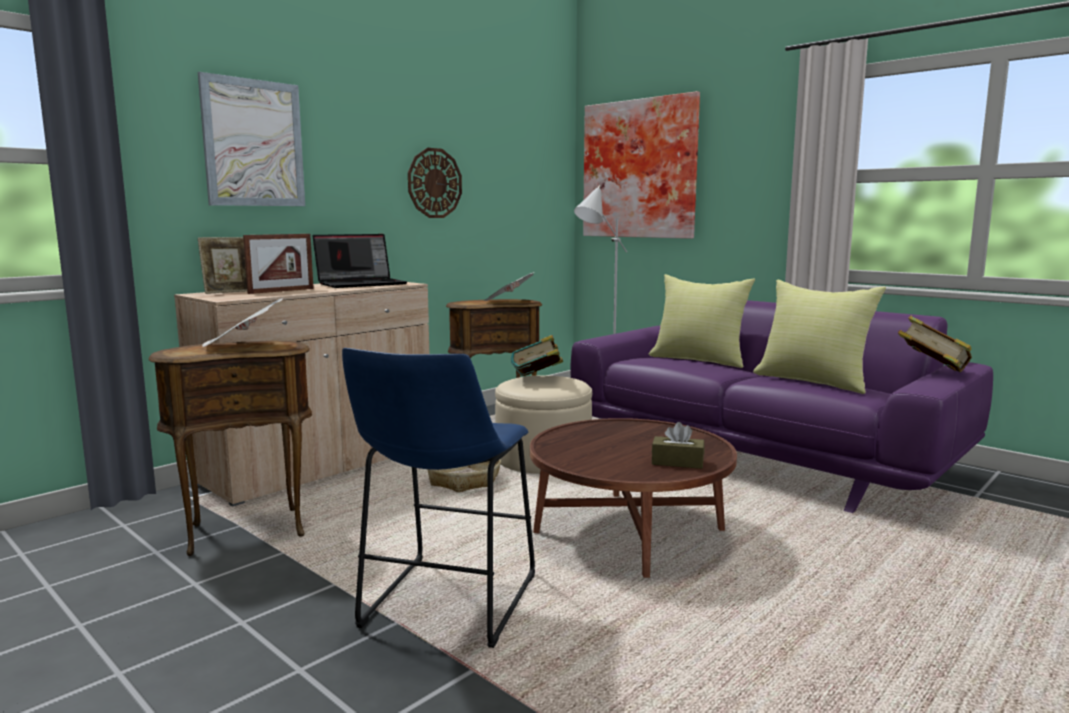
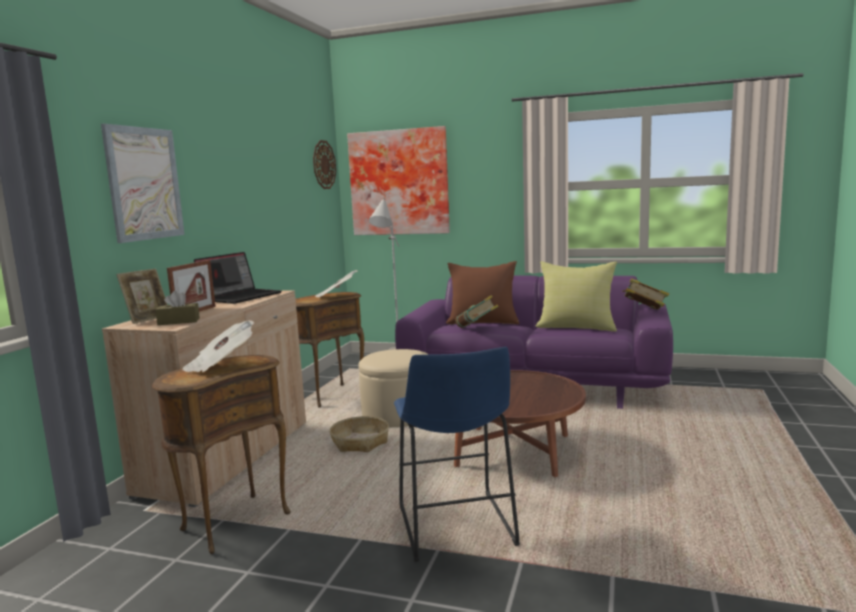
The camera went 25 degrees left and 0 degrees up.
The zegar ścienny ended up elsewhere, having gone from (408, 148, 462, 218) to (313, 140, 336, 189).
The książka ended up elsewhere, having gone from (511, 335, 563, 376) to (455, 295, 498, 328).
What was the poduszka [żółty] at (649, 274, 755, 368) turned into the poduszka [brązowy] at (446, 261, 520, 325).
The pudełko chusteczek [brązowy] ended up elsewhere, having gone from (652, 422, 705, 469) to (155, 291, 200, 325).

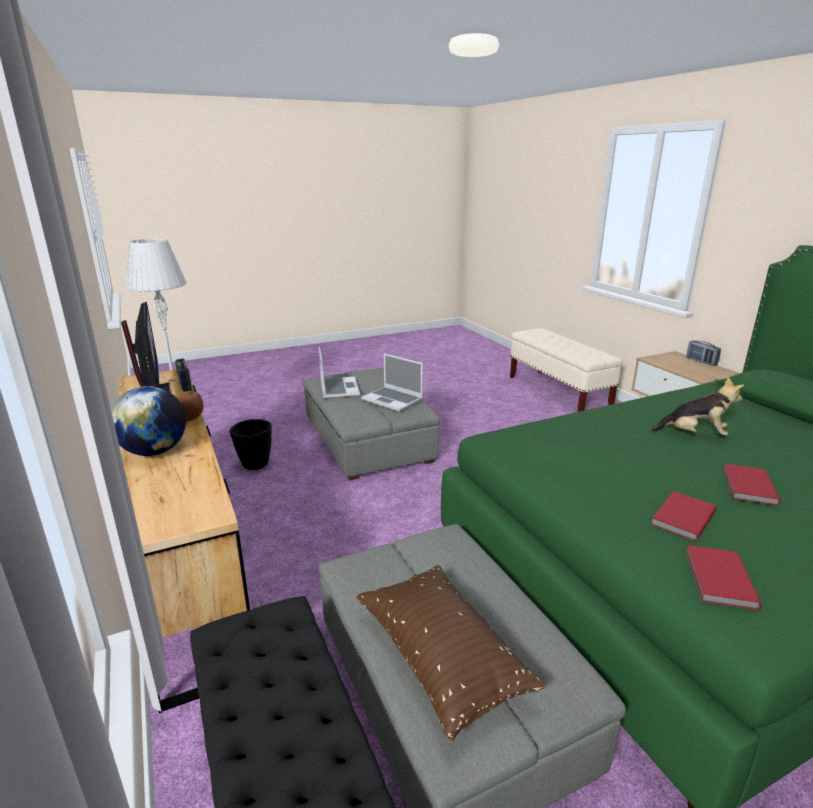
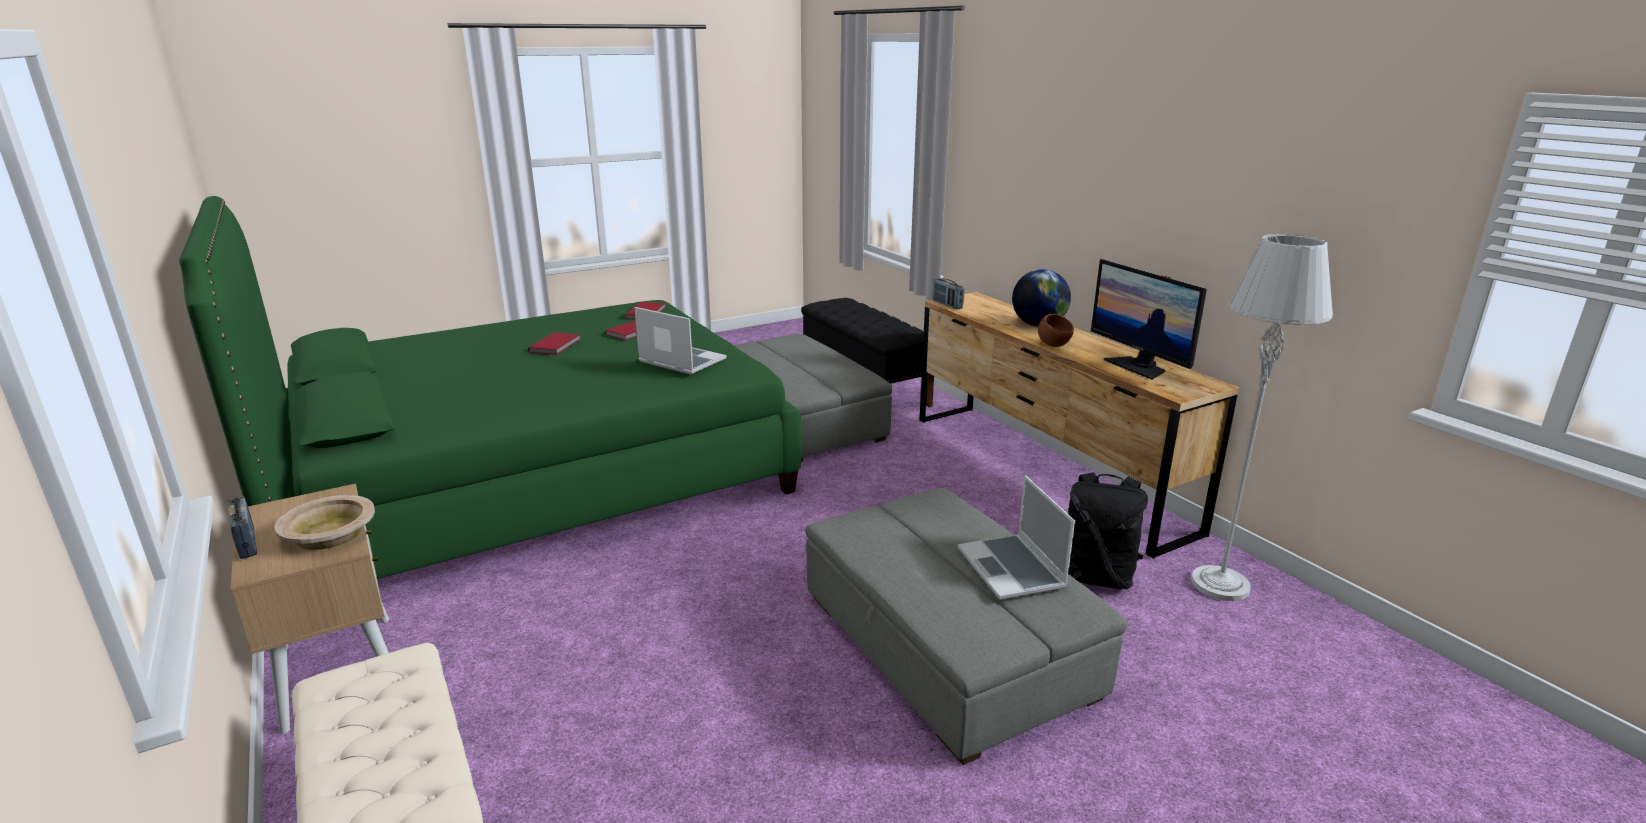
The camera went 175 degrees right and 0 degrees up.
The radio ended up elsewhere, having gone from (175, 358, 192, 392) to (933, 278, 964, 309).
Where the donica [czarny] stood at (230, 419, 272, 470), the plecak [czarny] came to stand at (1068, 472, 1148, 589).
The second view lost the poduszka [brązowy] at (357, 565, 546, 741).
The laptop ended up elsewhere, having gone from (361, 353, 423, 411) to (635, 307, 727, 375).
The second view lost the pluszak at (651, 377, 744, 435).
The second view gained the miska [beżowy] at (275, 495, 375, 550).

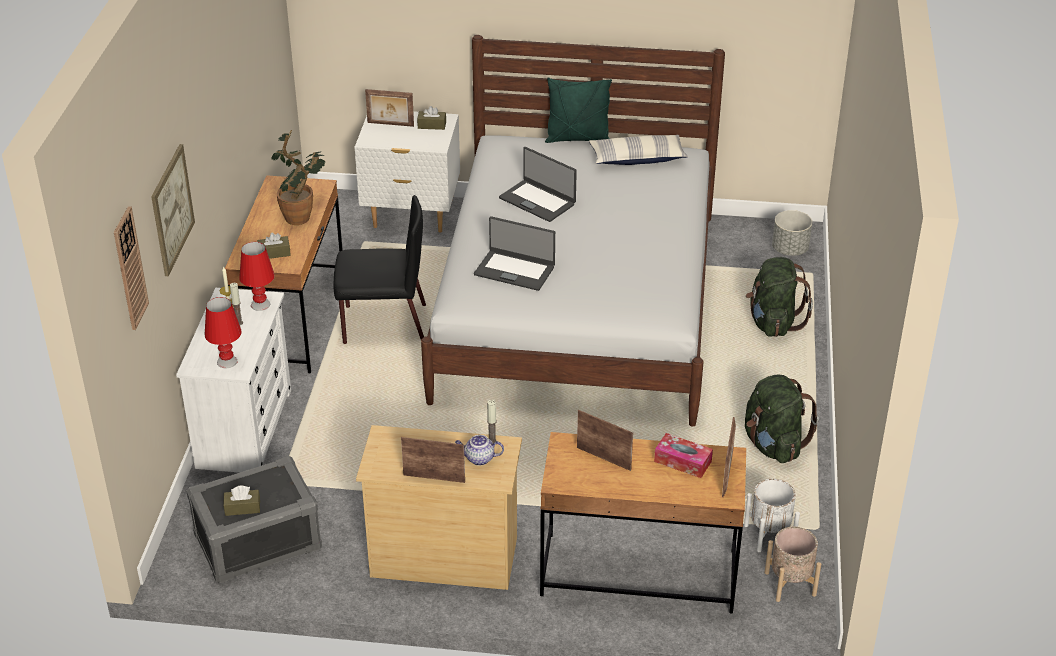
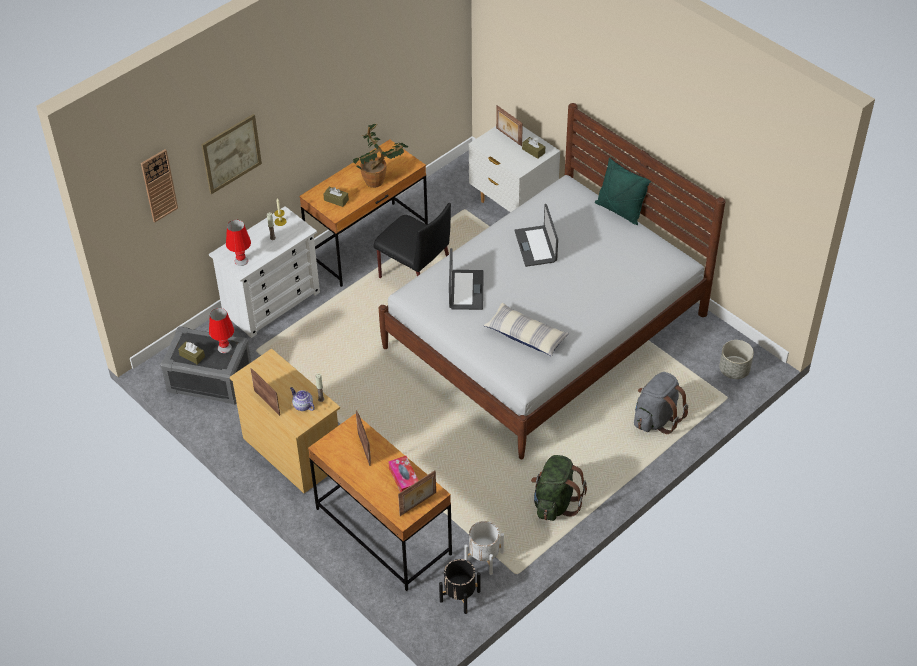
The camera went 40 degrees right and 10 degrees up.
The lampa stołowa [czerwony] ended up elsewhere, having gone from (239, 242, 275, 311) to (209, 308, 234, 353).
The laptop at (474, 216, 555, 291) ended up facing another way, 150 degrees counterclockwise from before.
The poduszka ended up elsewhere, having gone from (589, 135, 688, 165) to (483, 303, 569, 357).
What was the plecak [zielony] at (746, 257, 813, 337) turned into the plecak [szary] at (634, 372, 688, 434).
What was the donica [beżowy] at (765, 527, 821, 602) turned into the donica [czarny] at (439, 559, 480, 614).

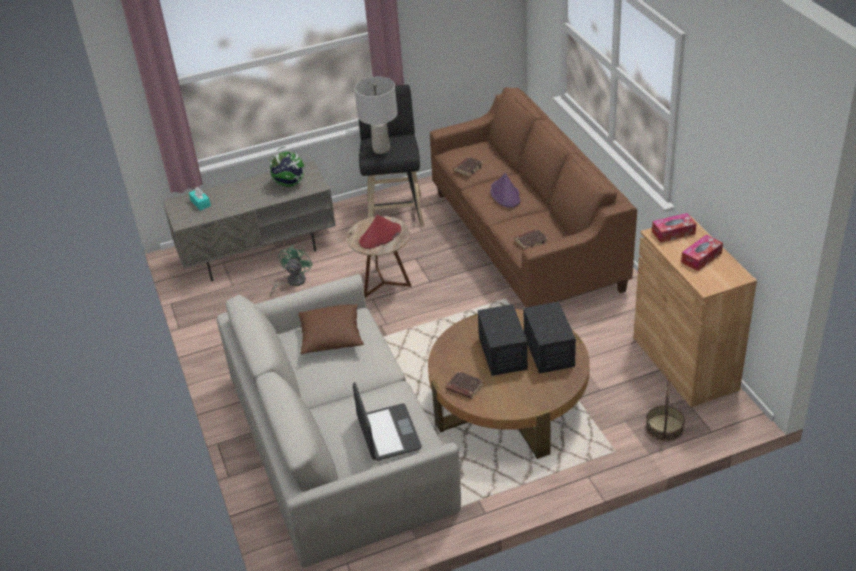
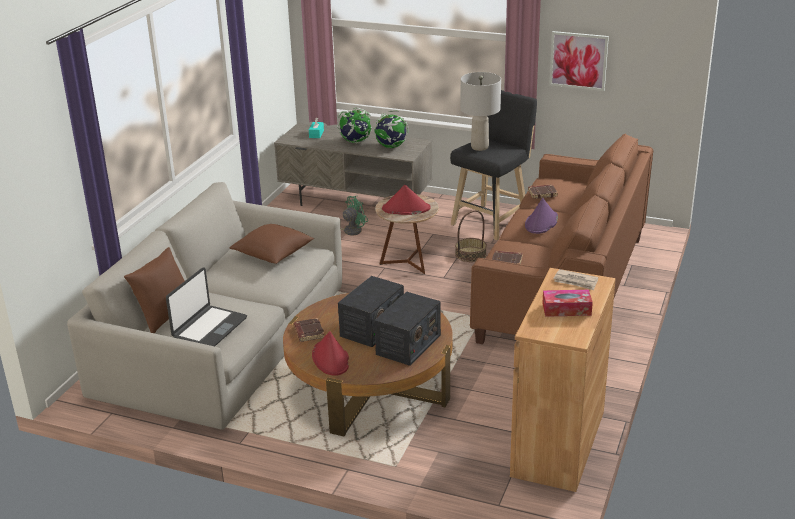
The camera went 40 degrees right and 10 degrees down.
The koszyk ended up elsewhere, having gone from (646, 380, 685, 442) to (455, 210, 487, 262).
Where the pudełko chusteczek stood at (652, 213, 696, 243), the gazeta came to stand at (553, 269, 598, 290).
The second view gained the poduszka [brązowy] at (124, 247, 184, 333).
The second view gained the kapelusz [czerwony] at (312, 331, 349, 376).
The second view gained the globus at (337, 108, 372, 143).
The second view gained the obraz at (549, 31, 609, 91).

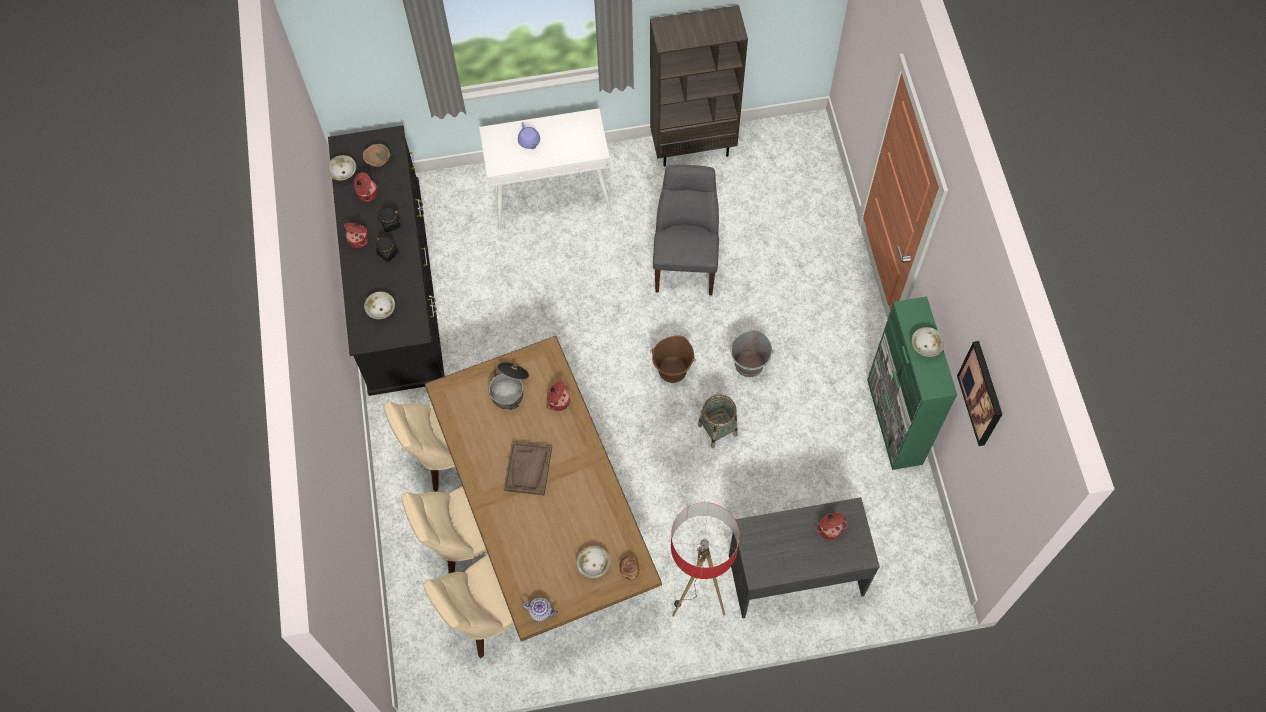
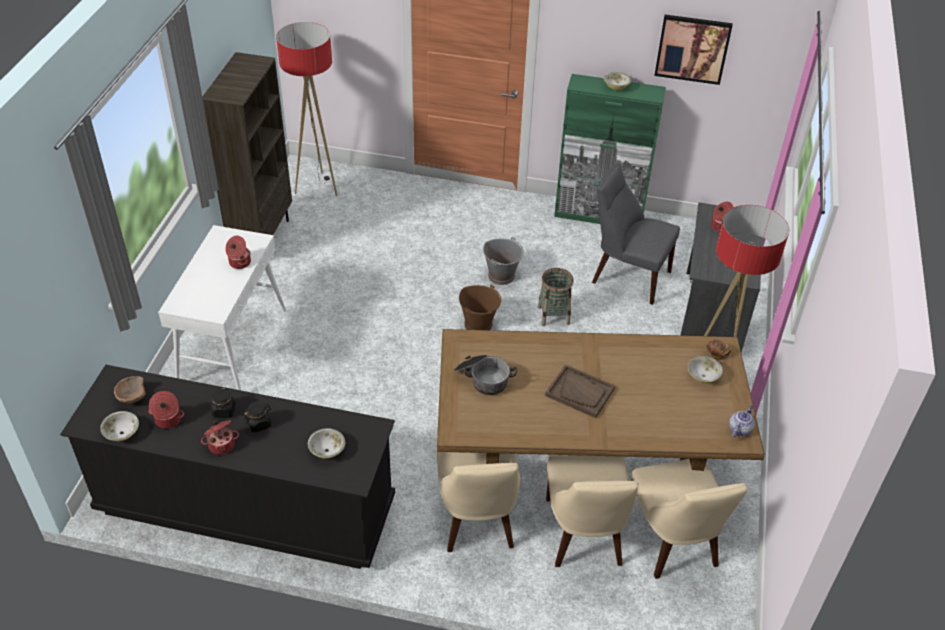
The camera went 70 degrees left and 20 degrees down.
The second view lost the imbryk [fioletowy] at (518, 122, 540, 149).
The garnek ended up elsewhere, having gone from (546, 381, 570, 411) to (225, 236, 251, 269).
The krzesło [szary] ended up elsewhere, having gone from (653, 165, 719, 295) to (592, 164, 680, 305).
The second view gained the lampa stojąca at (276, 22, 338, 196).

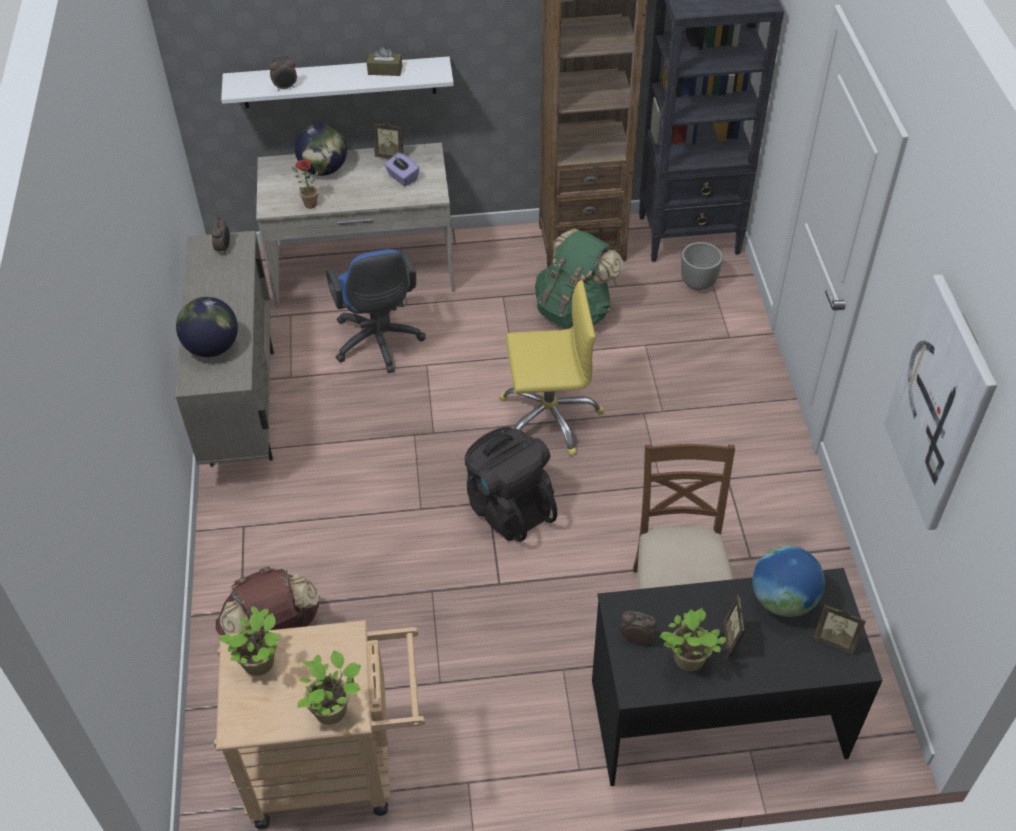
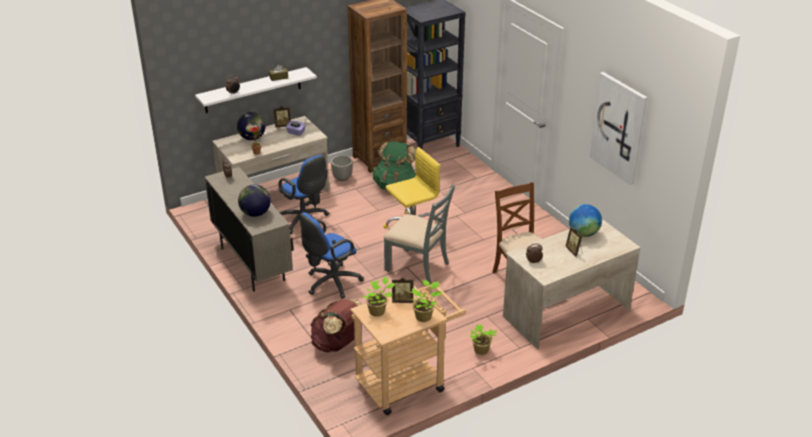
The camera went 25 degrees left and 15 degrees down.
Where the plecak [czarny] stood at (465, 427, 557, 542), the krzesło [szary] came to stand at (384, 184, 455, 285).
What was the biurko [czarny] at (592, 568, 883, 786) turned into the biurko [beżowy] at (503, 219, 640, 349).
The roślina doniczkowa ended up elsewhere, having gone from (660, 608, 726, 672) to (470, 324, 497, 355).
The donica ended up elsewhere, having gone from (681, 242, 723, 290) to (331, 156, 353, 181).
The ramka na zdjęcie ended up elsewhere, having gone from (813, 605, 866, 654) to (392, 277, 413, 303).
The second view gained the krzesło biurowe [niebieski] at (299, 212, 364, 299).

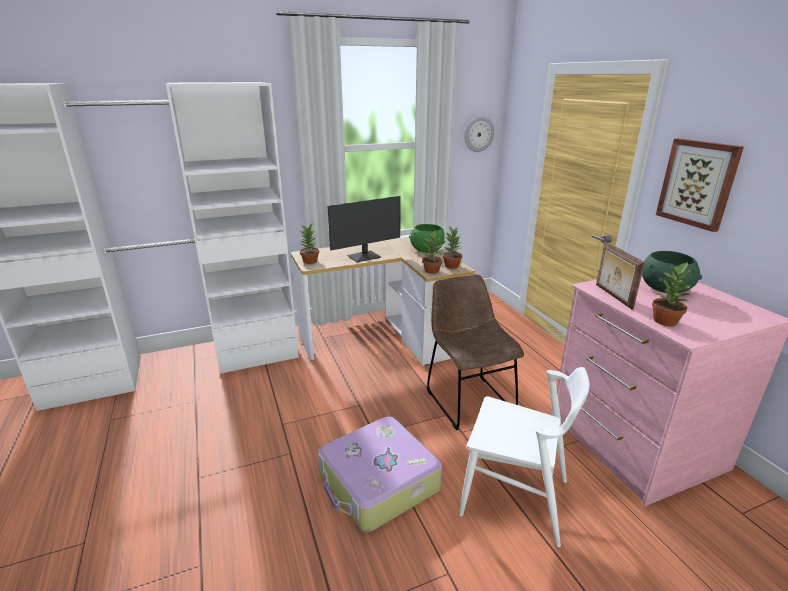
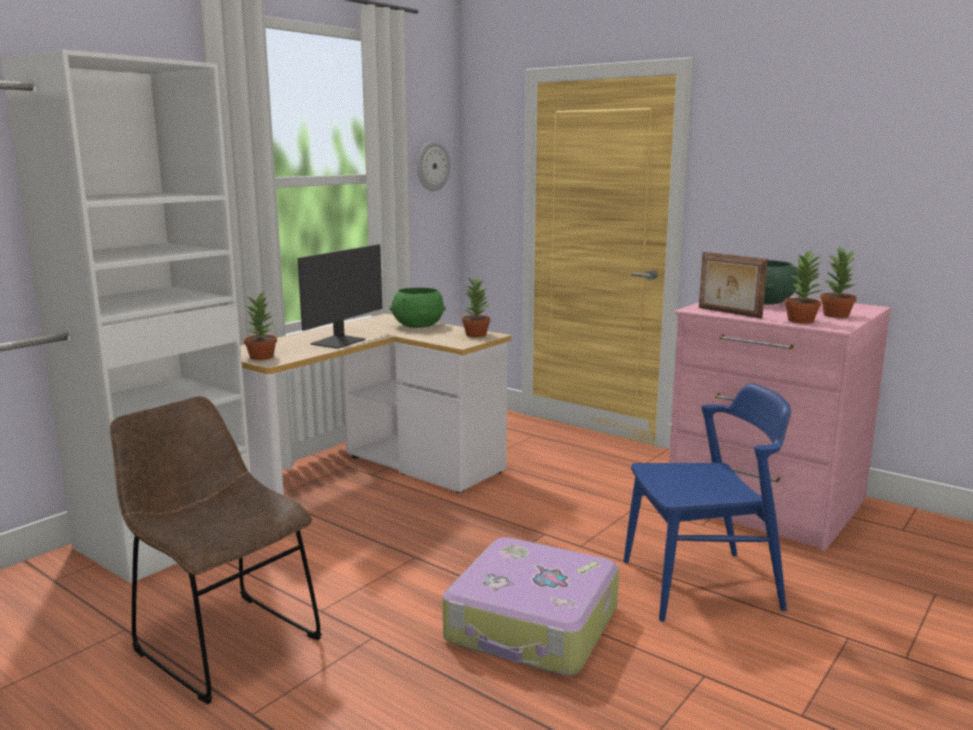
The camera went 30 degrees left and 10 degrees down.
The roślina doniczkowa ended up elsewhere, having gone from (422, 231, 443, 274) to (820, 247, 857, 318).
The krzesło [brązowy] ended up elsewhere, having gone from (427, 274, 524, 430) to (110, 396, 322, 704).
What was the krzesło [biały] at (459, 367, 590, 547) turned into the krzesło [niebieski] at (623, 383, 791, 622).
The second view lost the obraz at (656, 138, 744, 232).

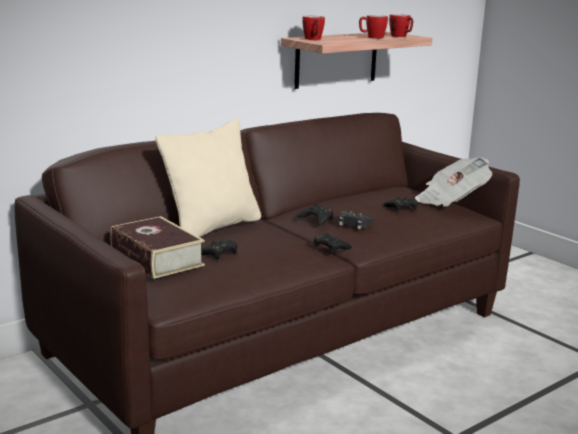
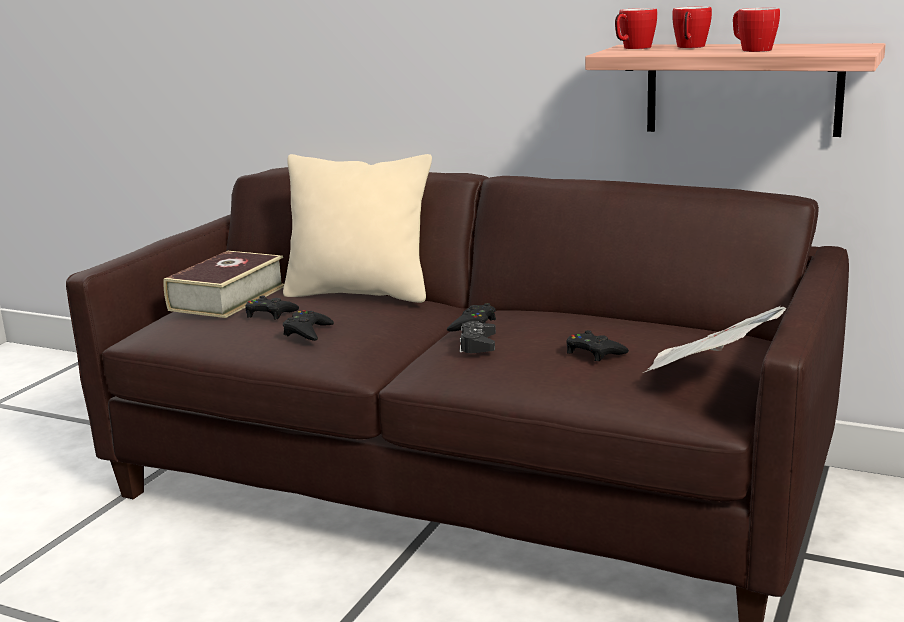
The camera went 65 degrees right and 0 degrees up.
The pad do gier [czarny] ended up elsewhere, having gone from (314, 233, 352, 253) to (283, 310, 334, 341).
The kubek ended up elsewhere, having gone from (389, 14, 413, 37) to (672, 7, 712, 48).

